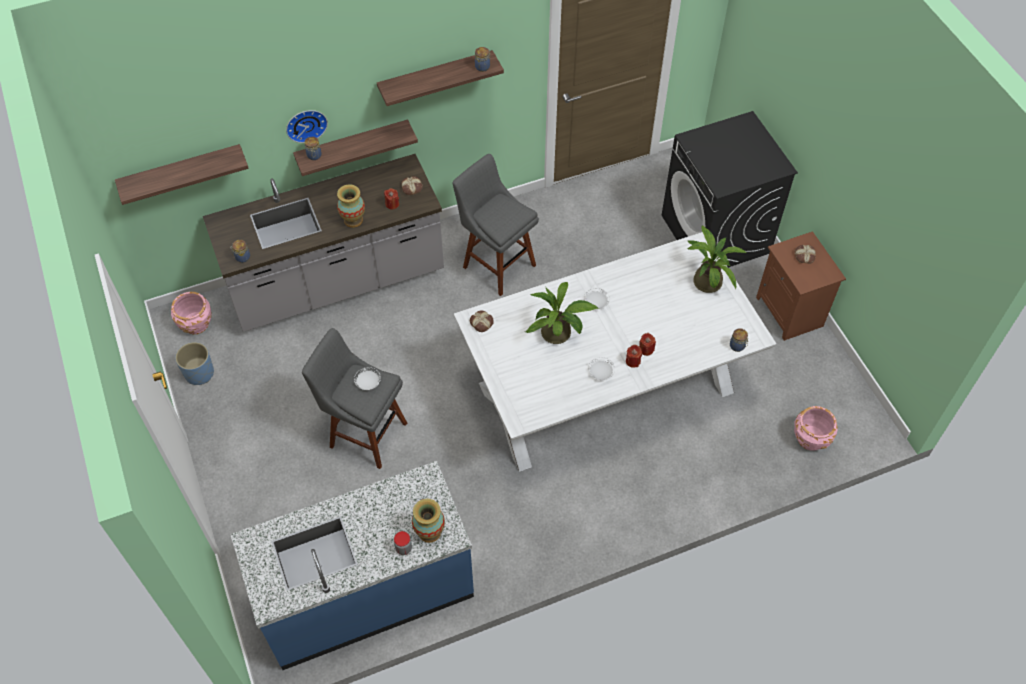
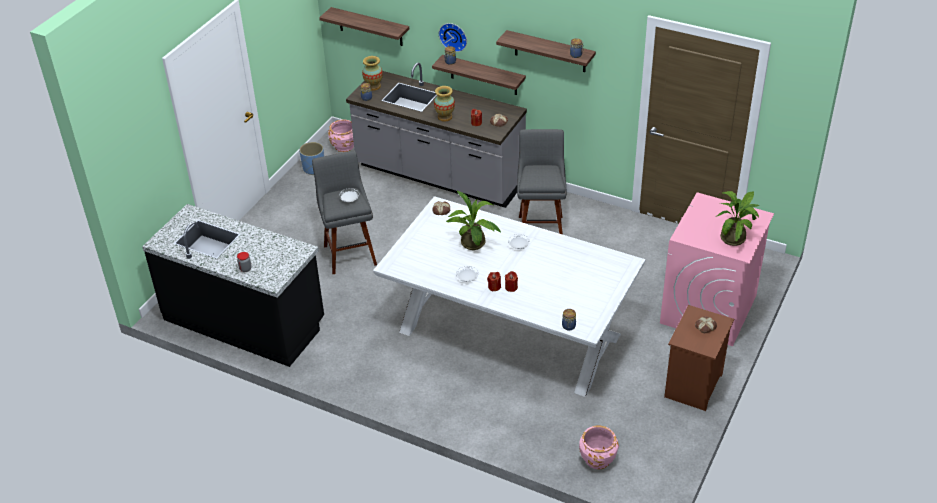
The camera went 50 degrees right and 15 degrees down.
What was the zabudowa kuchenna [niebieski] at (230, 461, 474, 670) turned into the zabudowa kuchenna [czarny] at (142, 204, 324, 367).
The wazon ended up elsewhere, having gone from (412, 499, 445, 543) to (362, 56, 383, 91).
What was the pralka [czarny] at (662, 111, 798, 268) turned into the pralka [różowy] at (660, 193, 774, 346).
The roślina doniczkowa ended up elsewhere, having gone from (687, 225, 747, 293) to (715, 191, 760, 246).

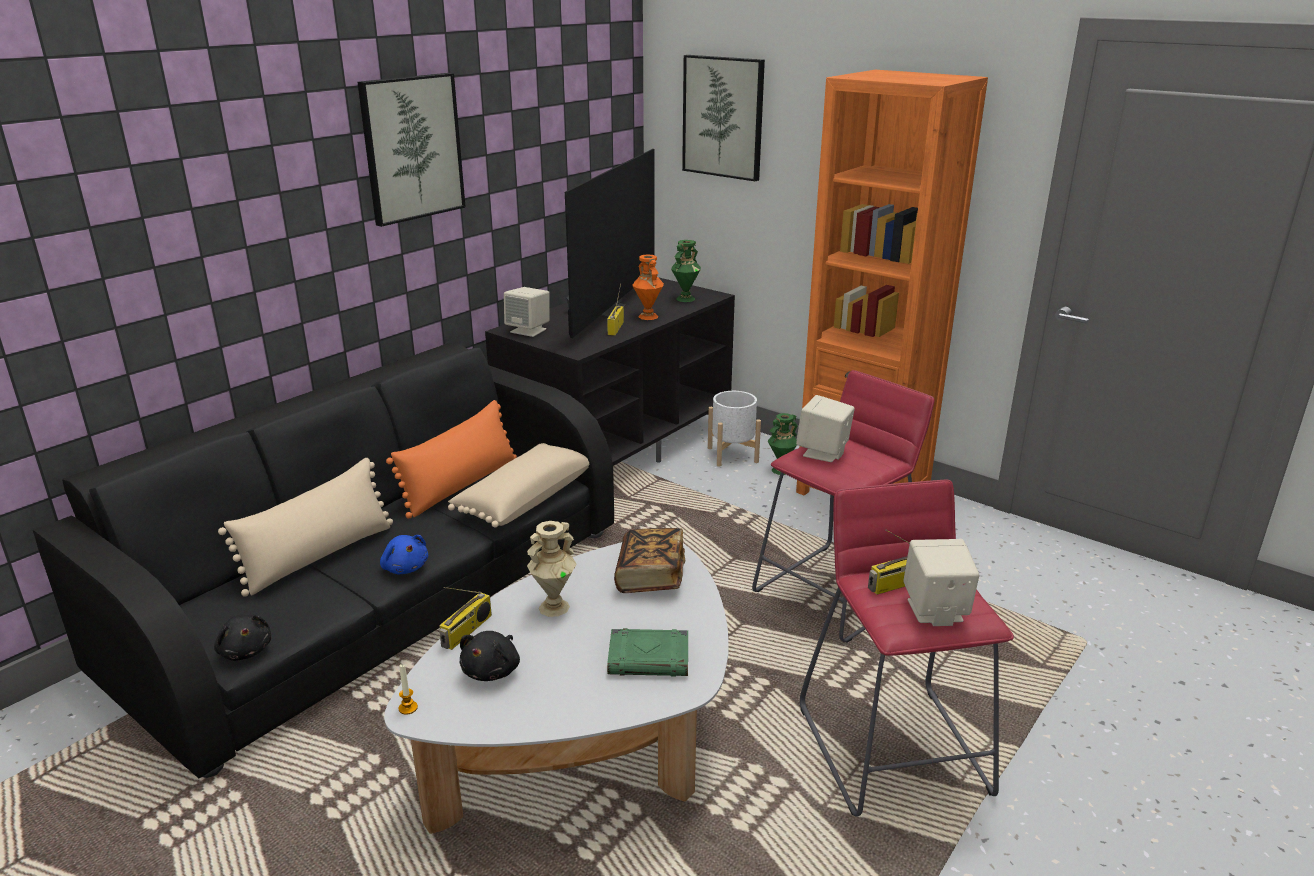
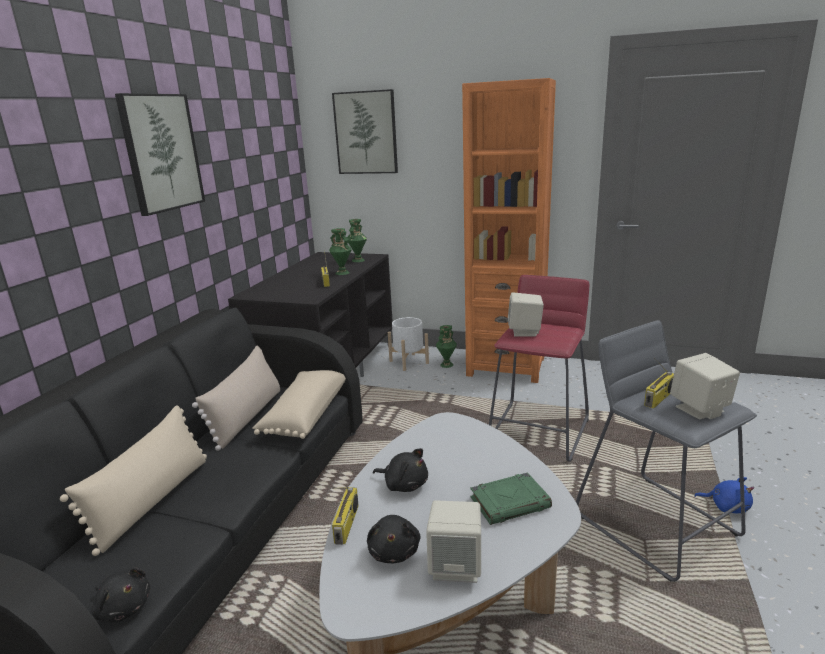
The camera went 20 degrees left and 5 degrees down.
The pluszak [niebieski] ended up elsewhere, having gone from (380, 535, 428, 574) to (694, 477, 754, 513).
What was the poduszka [pomarańczowy] at (386, 400, 517, 519) turned into the poduszka [beżowy] at (192, 346, 280, 451).
The second view lost the świeca at (399, 664, 418, 715).
The głośnik [beżowy] ended up elsewhere, having gone from (504, 287, 550, 337) to (426, 500, 481, 583).
Where the wazon [beżowy] stood at (527, 521, 577, 617), the pluszak [czarny] came to stand at (373, 448, 428, 492).
The second view lost the telewizor at (565, 149, 655, 338).
The second view lost the książka at (614, 528, 685, 593).
What was the wazon [pomarańczowy] at (632, 255, 664, 320) turned into the wazon [zielony] at (329, 228, 352, 275).
What was the stołek [czerwony] at (800, 480, 1014, 817) turned into the stołek [szary] at (576, 320, 757, 582).

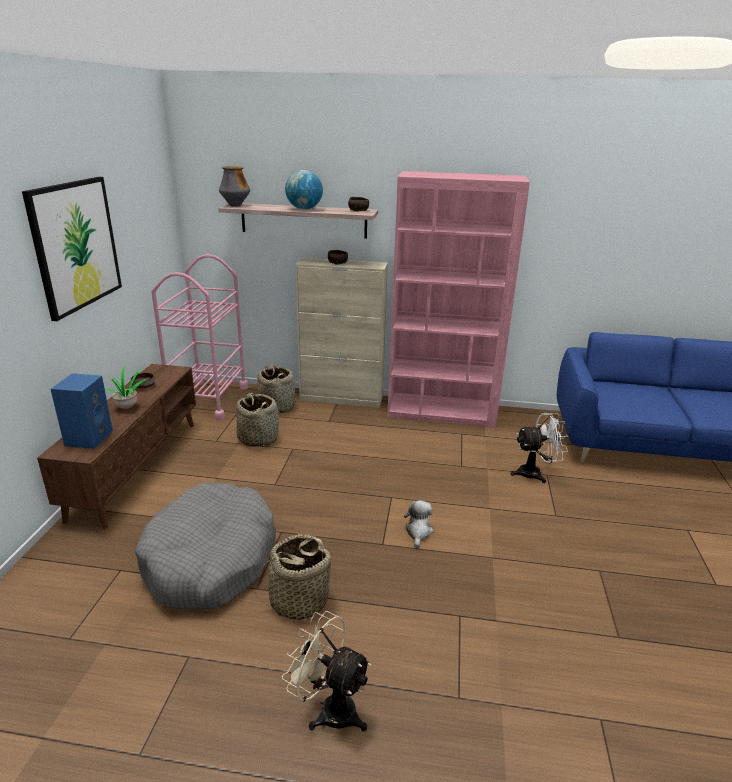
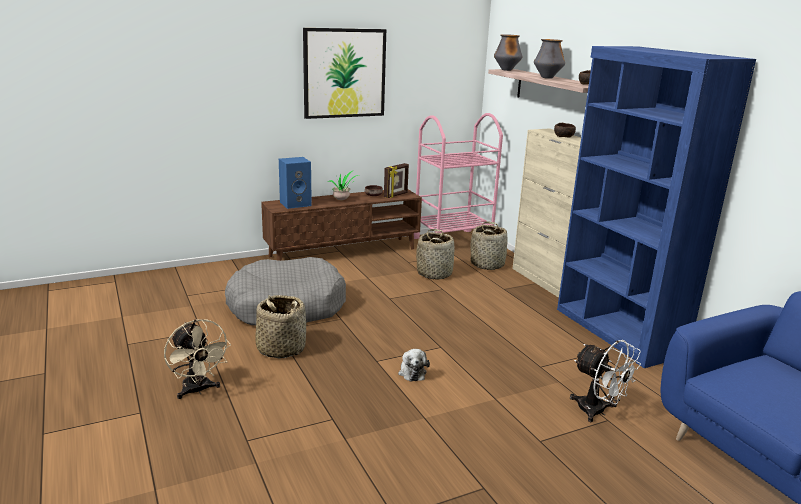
The camera went 55 degrees right and 5 degrees down.
The wentylator [beżowy] at (282, 611, 372, 732) ended up facing another way, 150 degrees clockwise from before.
Where the globus stood at (285, 170, 323, 209), the wazon came to stand at (534, 39, 565, 79).
What was the regał [różowy] at (387, 171, 530, 428) turned into the regał [niebieski] at (557, 46, 756, 368).
The pluszak at (404, 500, 434, 548) ended up facing another way, 105 degrees clockwise from before.
The second view gained the ramka na zdjęcie at (384, 163, 409, 198).

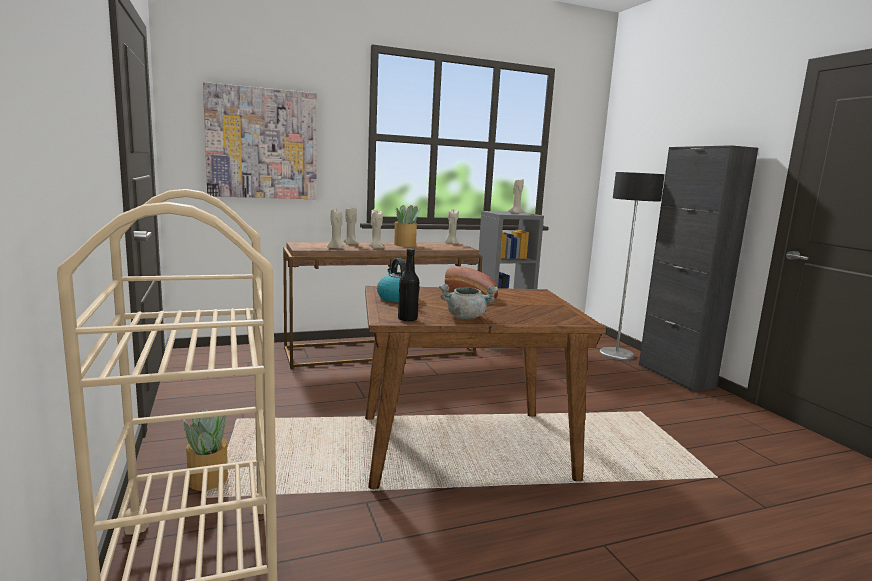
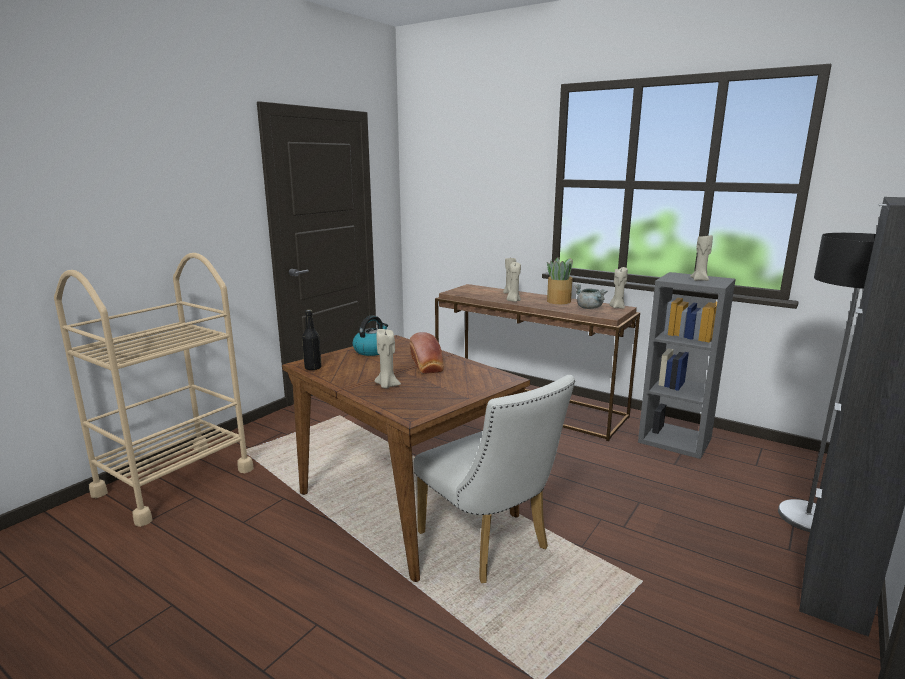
The camera went 55 degrees right and 5 degrees up.
The second view lost the roślina doniczkowa at (183, 408, 228, 491).
The second view lost the obraz at (203, 82, 317, 199).
The świeca [beżowy] ended up elsewhere, having gone from (327, 209, 344, 249) to (375, 328, 401, 388).
The garnek [szary] ended up elsewhere, having gone from (439, 284, 498, 319) to (574, 284, 607, 309).
The second view gained the krzesło [biały] at (414, 375, 575, 583).

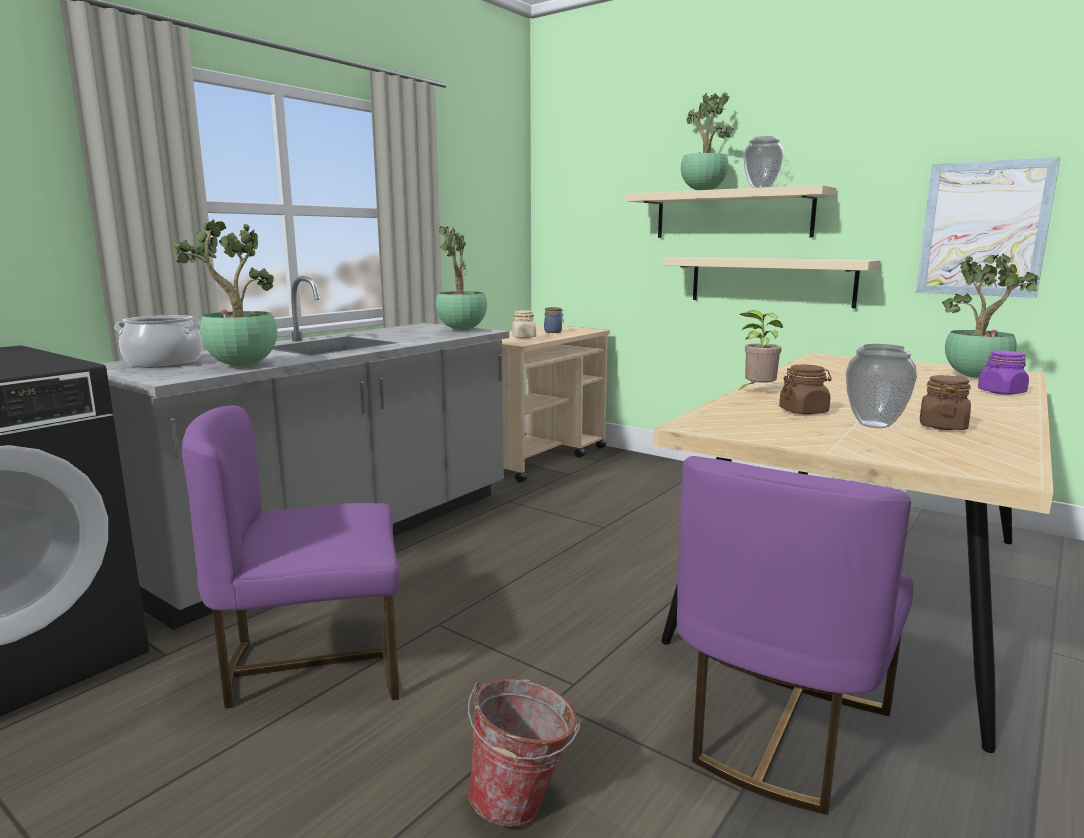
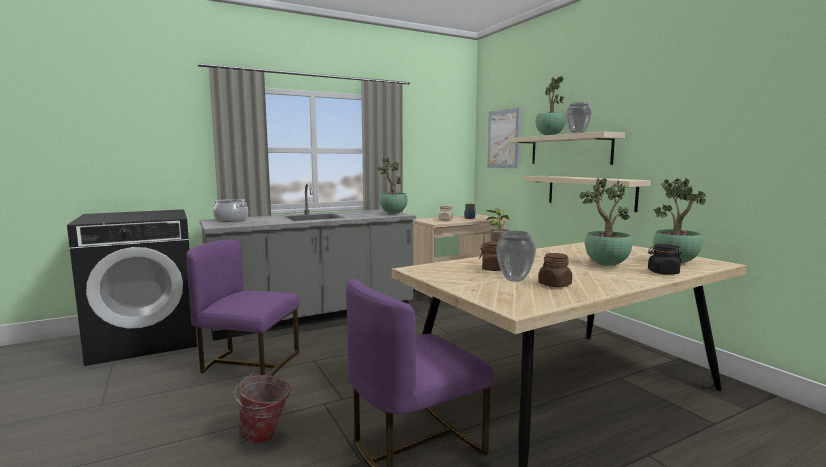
The camera went 25 degrees right and 5 degrees down.
The roślina doniczkowa ended up elsewhere, having gone from (173, 220, 277, 367) to (579, 178, 632, 266).
The obraz ended up elsewhere, having gone from (916, 157, 1060, 298) to (487, 107, 521, 168).
What was the słoik [fioletowy] at (978, 351, 1029, 395) turned into the słoik [czarny] at (648, 244, 681, 275).

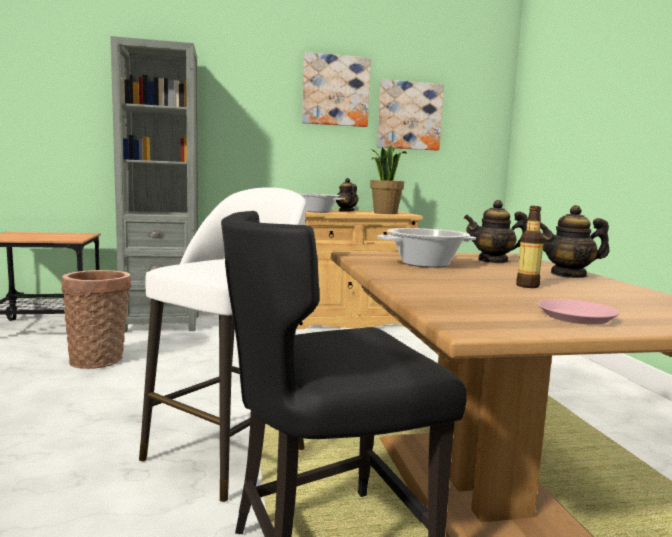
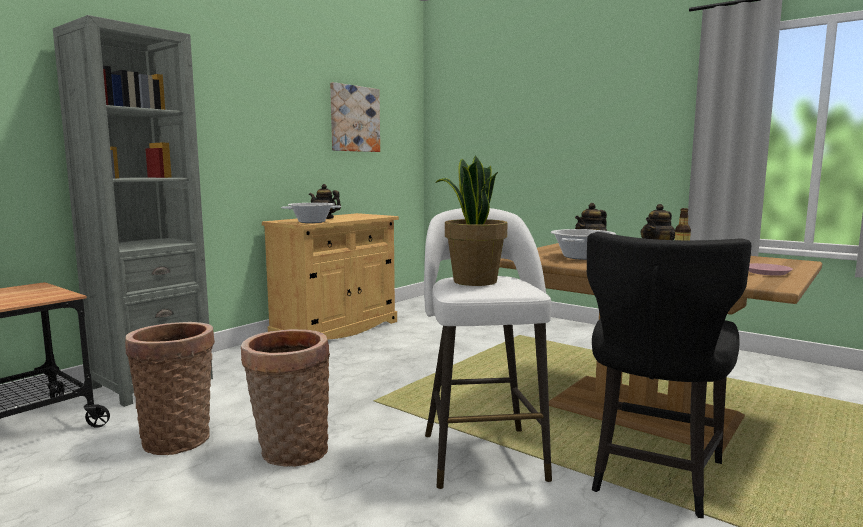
The camera went 40 degrees left and 0 degrees up.
The second view lost the obraz at (302, 52, 371, 127).
The roślina doniczkowa ended up elsewhere, having gone from (370, 145, 406, 214) to (435, 155, 508, 286).
The second view gained the koszyk at (241, 329, 330, 467).

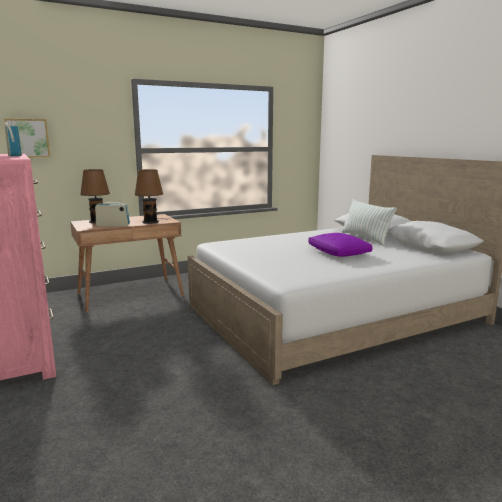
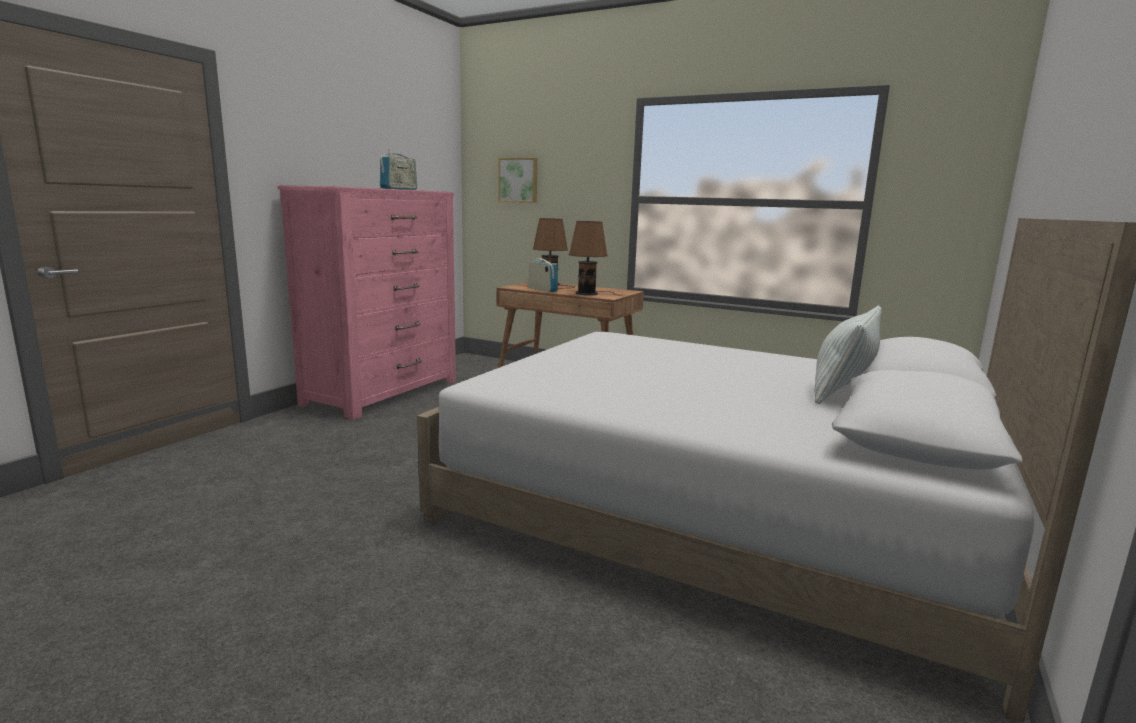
The camera went 55 degrees right and 0 degrees up.
The second view lost the poduszka [fioletowy] at (308, 233, 373, 257).

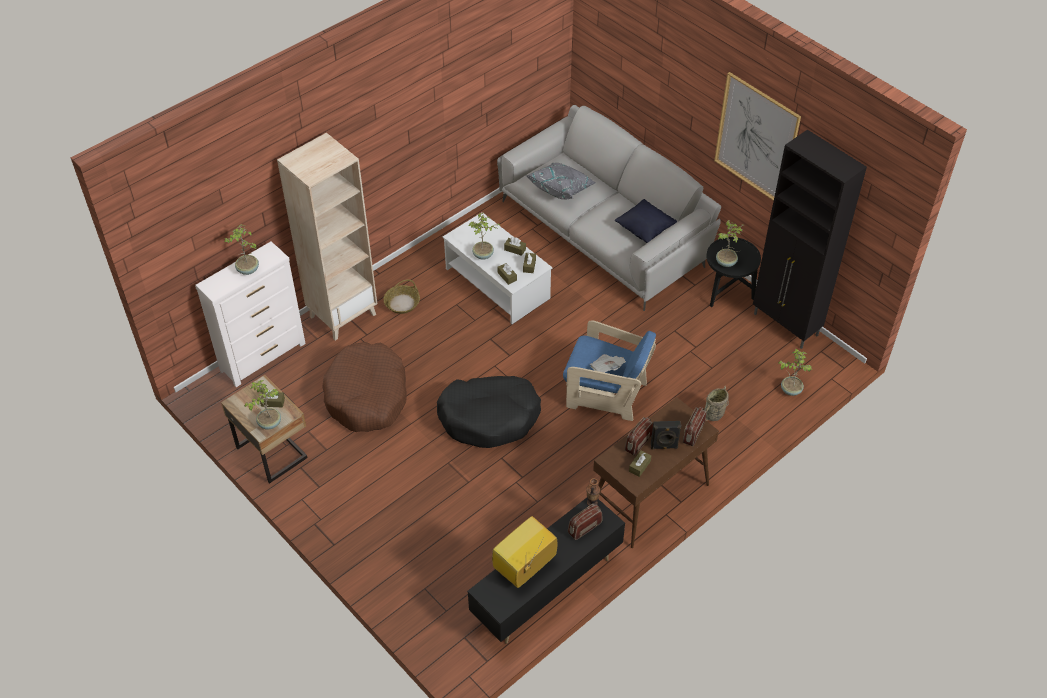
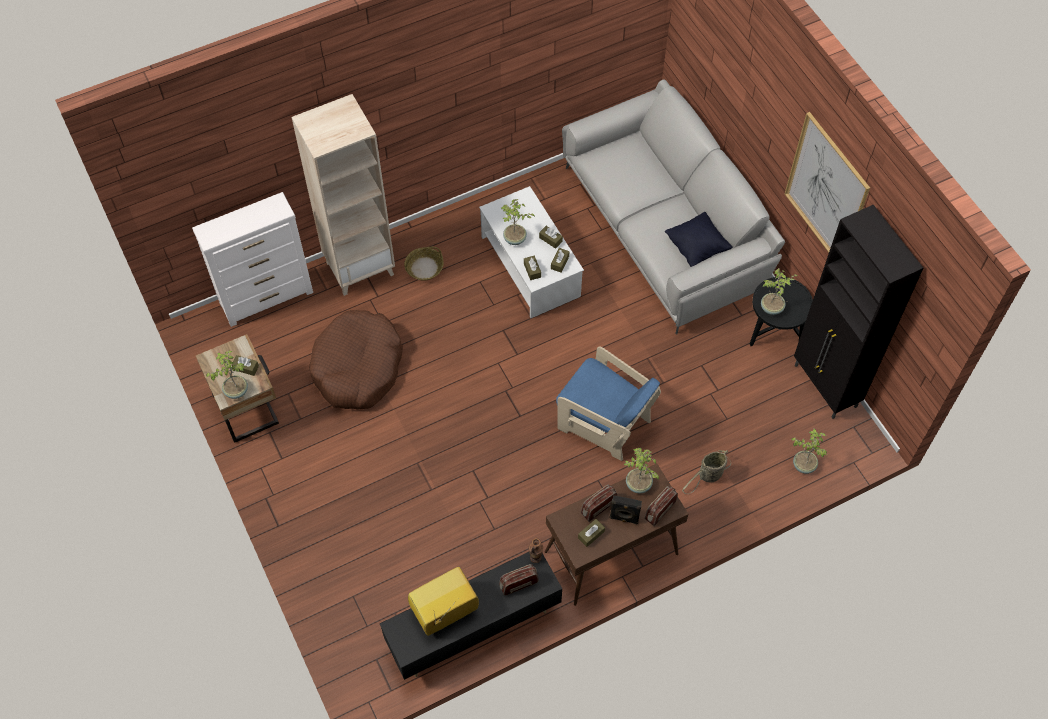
The camera went 15 degrees right and 10 degrees up.
The roślina doniczkowa ended up elsewhere, having gone from (224, 224, 259, 275) to (624, 448, 659, 494).
The second view lost the legowisko [czarny] at (437, 376, 541, 448).
The second view lost the poduszka [szary] at (526, 163, 595, 200).
The second view lost the gazeta at (589, 354, 626, 373).

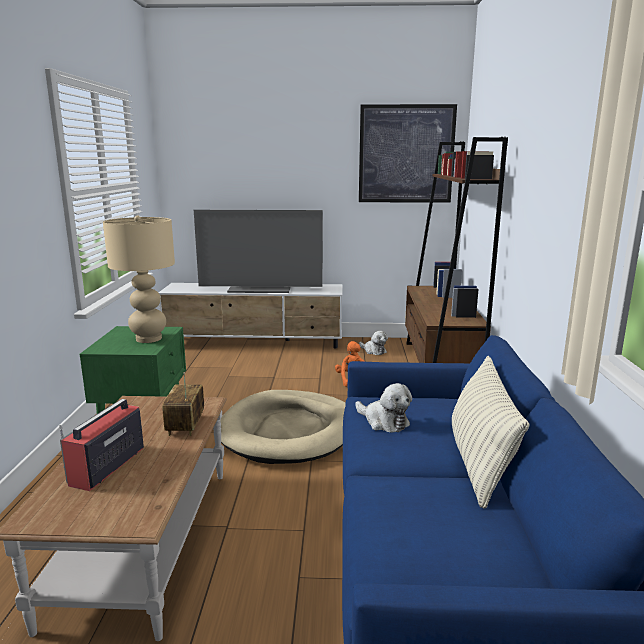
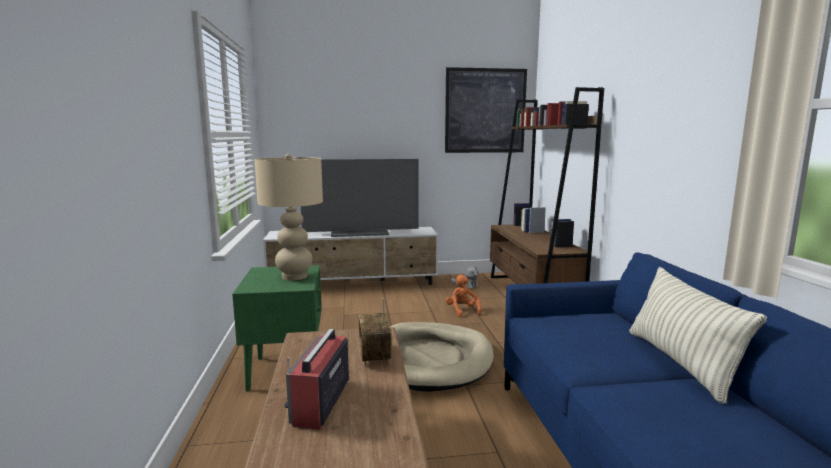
The camera went 10 degrees left and 5 degrees down.
The second view lost the pluszak at (355, 383, 412, 433).

